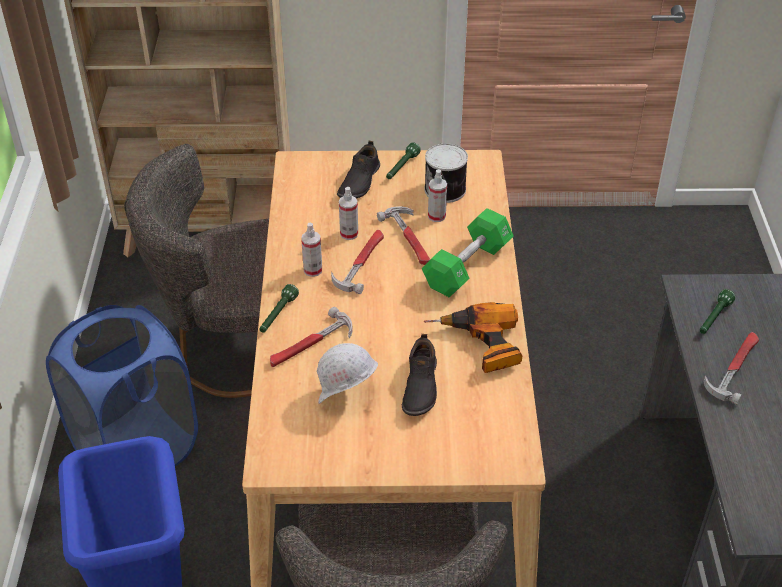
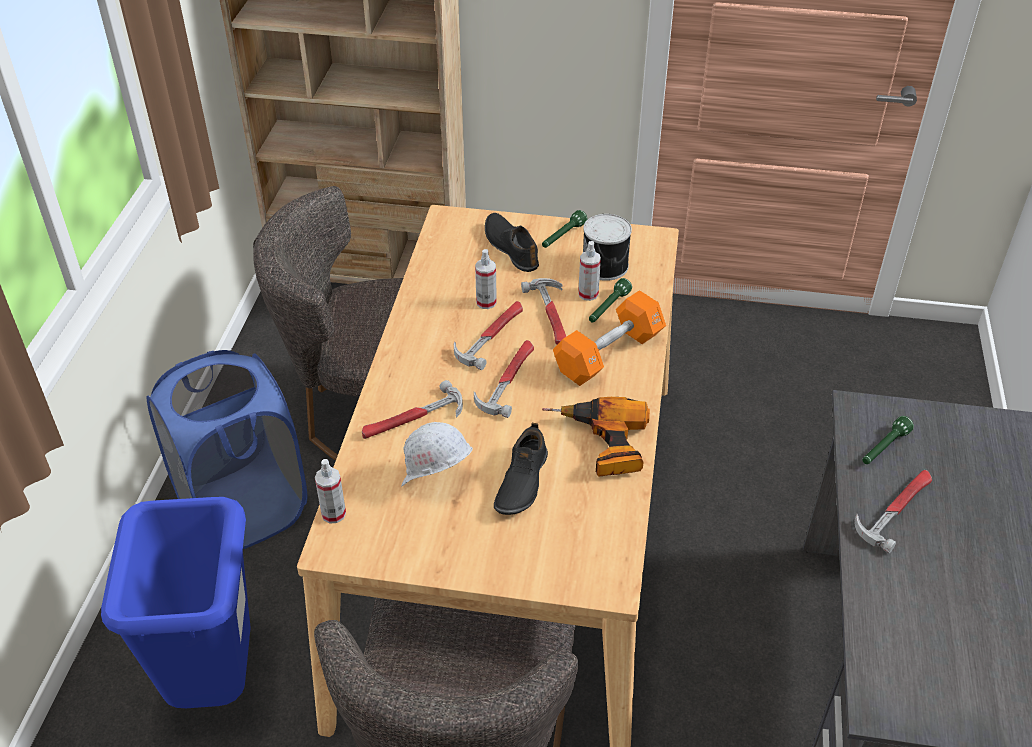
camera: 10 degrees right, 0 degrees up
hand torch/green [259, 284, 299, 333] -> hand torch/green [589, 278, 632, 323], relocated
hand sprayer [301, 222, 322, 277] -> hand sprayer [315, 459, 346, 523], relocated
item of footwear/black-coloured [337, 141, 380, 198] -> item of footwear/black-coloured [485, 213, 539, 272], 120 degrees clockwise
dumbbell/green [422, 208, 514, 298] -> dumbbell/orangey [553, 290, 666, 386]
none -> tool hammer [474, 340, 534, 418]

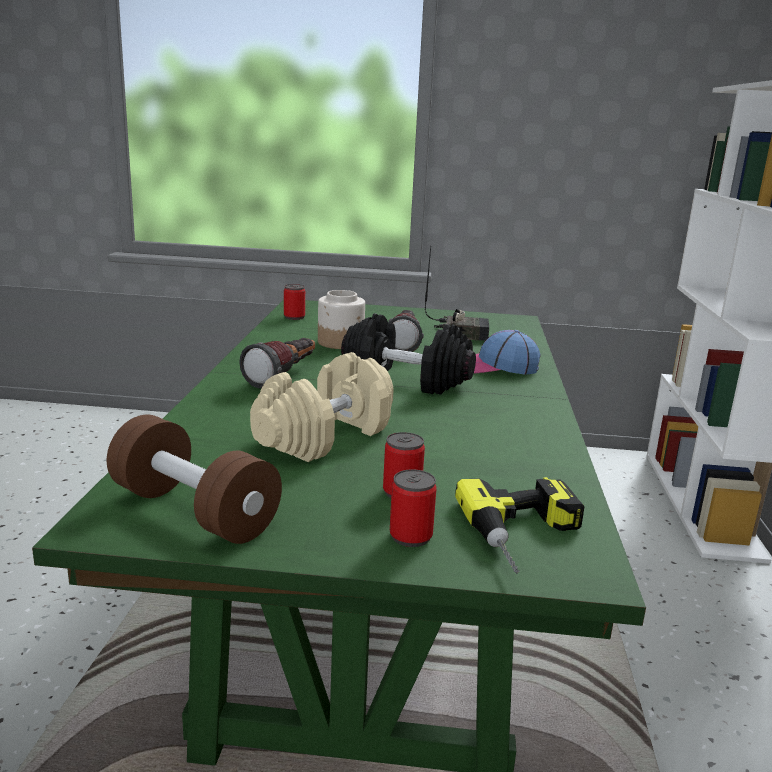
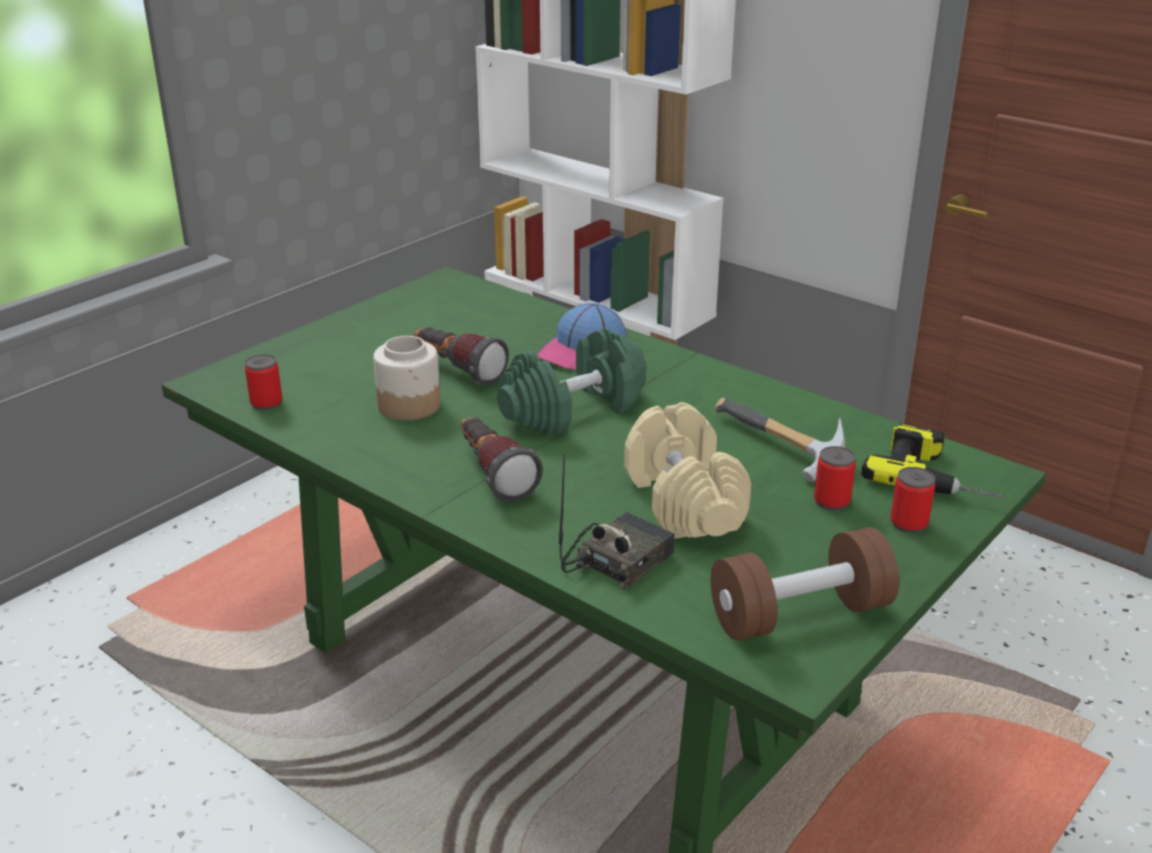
camera: 55 degrees left, 10 degrees up
dumbbell/black-coloured [341, 313, 476, 395] -> dumbbell/green [497, 328, 646, 436]
radio set [425, 247, 489, 341] -> radio set [559, 454, 675, 590], relocated
none -> tool hammer [715, 397, 845, 482]

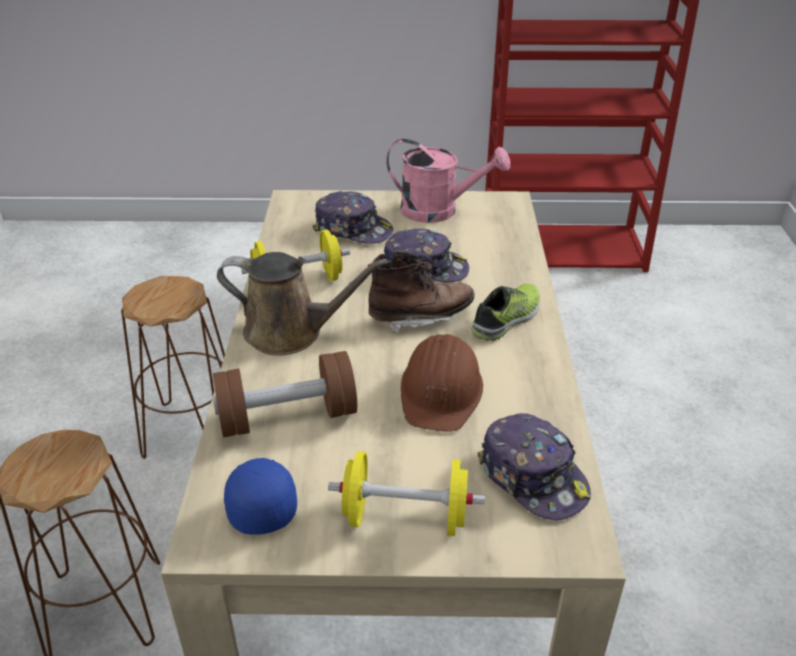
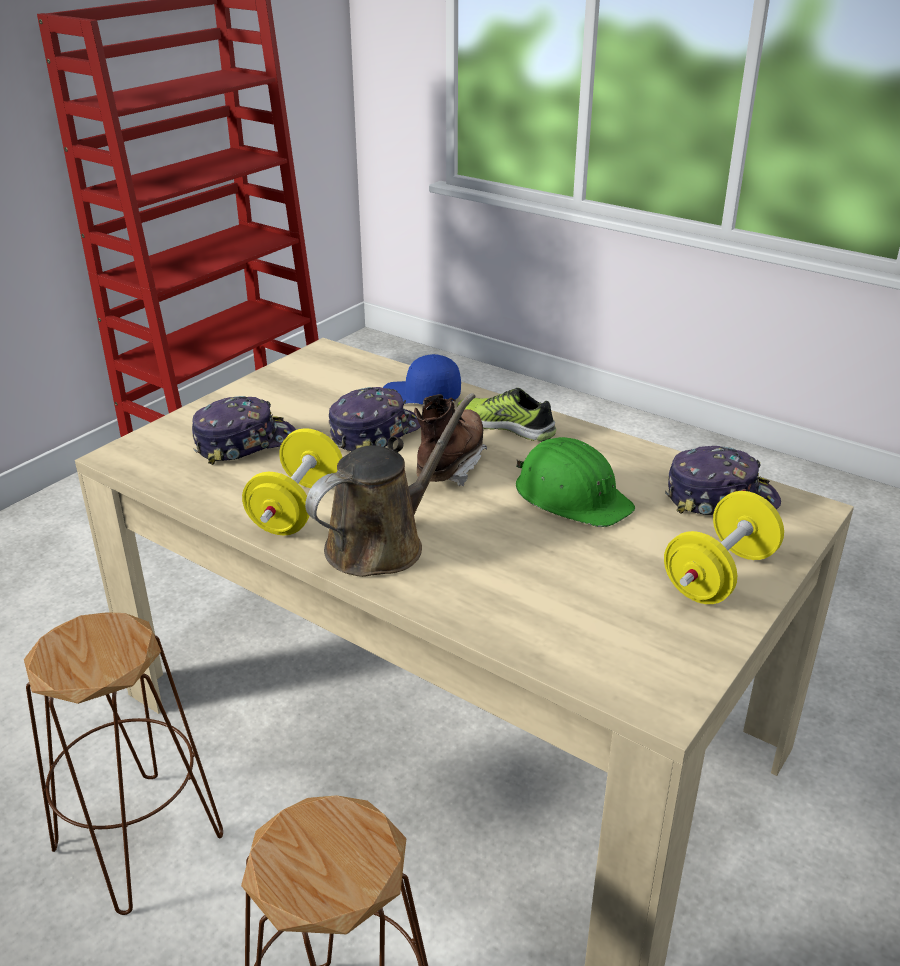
camera: 55 degrees left, 5 degrees down
dumbbell/brown [213, 351, 357, 438] -> none
peaked cap/blue-coloured [224, 458, 297, 535] -> peaked cap/blue-coloured [383, 354, 461, 405], relocated
sprinkling can/pink-coloured [386, 139, 510, 223] -> none
safety helmet/brown [401, 334, 483, 432] -> safety helmet/green [516, 437, 635, 527]
item of footwear [472, 283, 540, 341] -> item of footwear [457, 388, 556, 442], 45 degrees counterclockwise

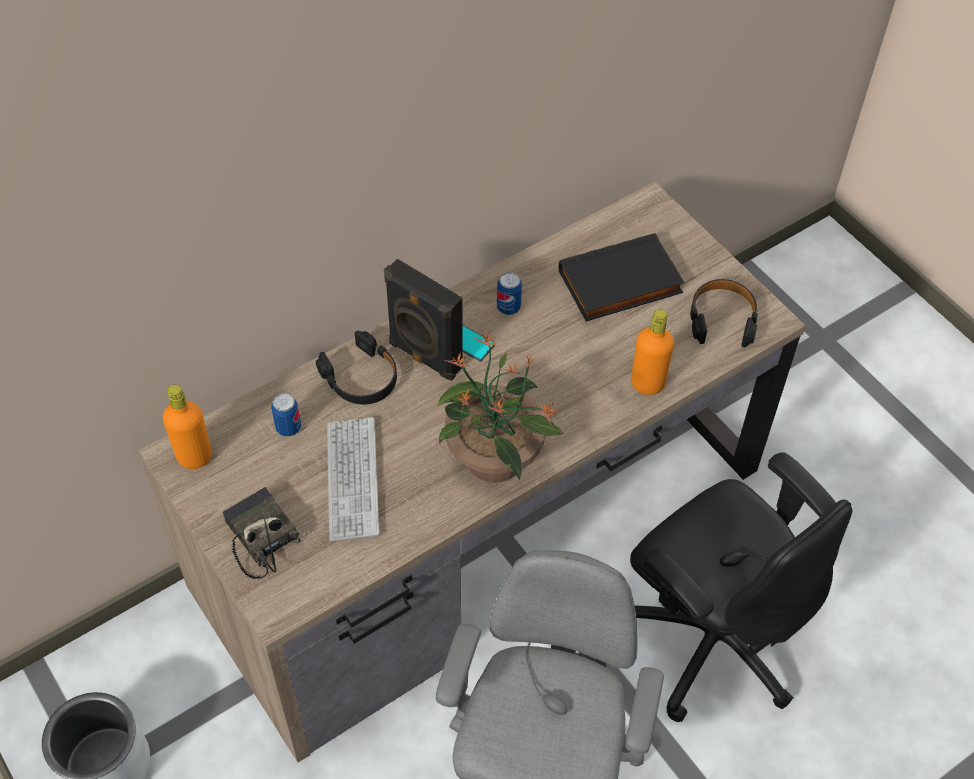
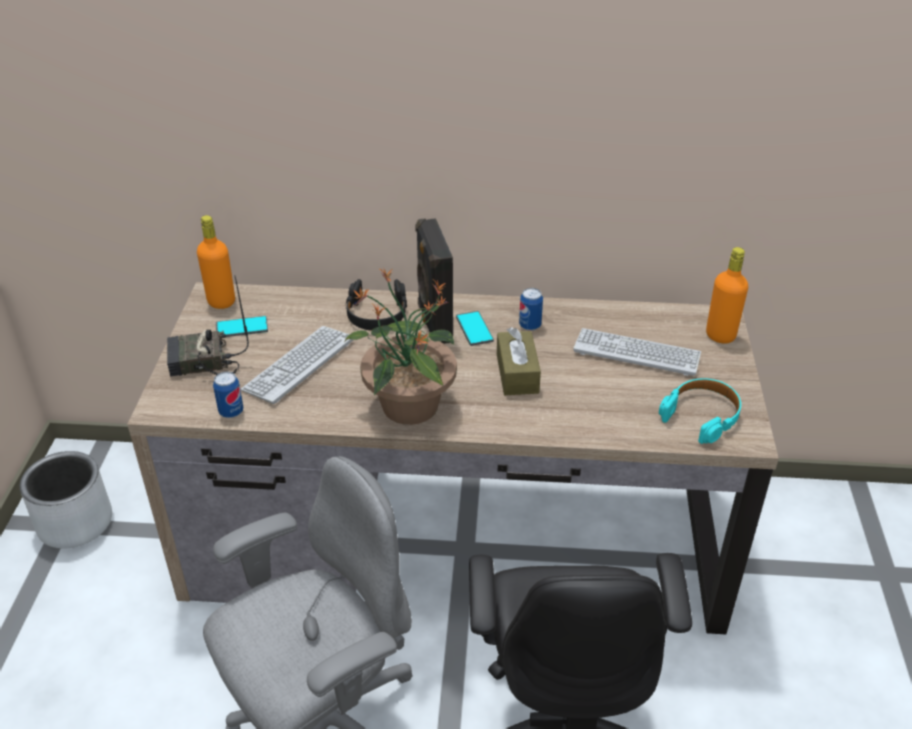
camera: 40 degrees right, 15 degrees down
radio set [223, 487, 300, 579] -> radio set [167, 275, 249, 376], 105 degrees counterclockwise
can [271, 393, 301, 436] -> can [213, 372, 243, 418], relocated
volume/black-coloured [558, 233, 685, 321] -> keyboard [573, 328, 701, 376]
bottle/orangey [631, 309, 674, 395] -> bottle/orangey [706, 247, 748, 344], relocated
headphones/black-coloured [690, 279, 758, 348] -> headphones/blue-green [659, 378, 741, 444]
none -> telephone [216, 316, 268, 337]
none -> box of tissues/brown [497, 327, 541, 395]

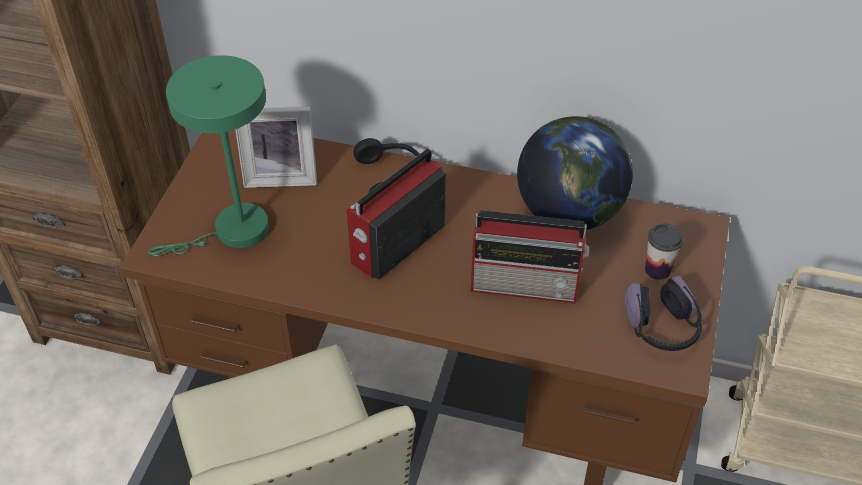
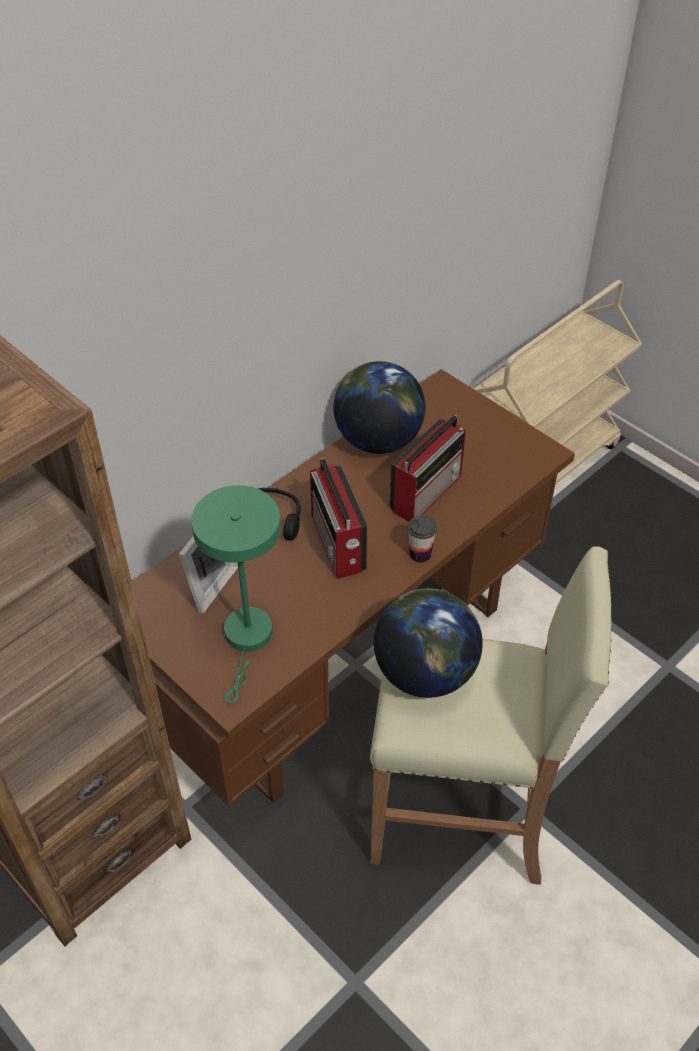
camera: 60 degrees left, 0 degrees up
headphones [624, 275, 702, 351] -> none
small cup [645, 223, 683, 280] -> small cup [408, 515, 437, 563], relocated
none -> world globe [374, 588, 483, 698]

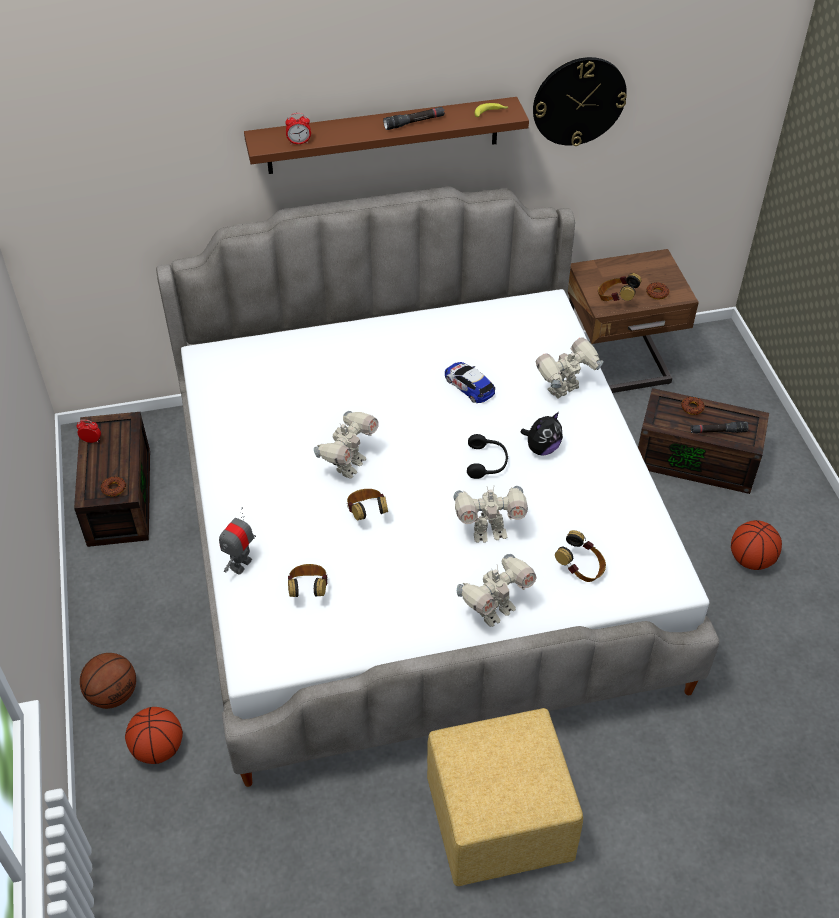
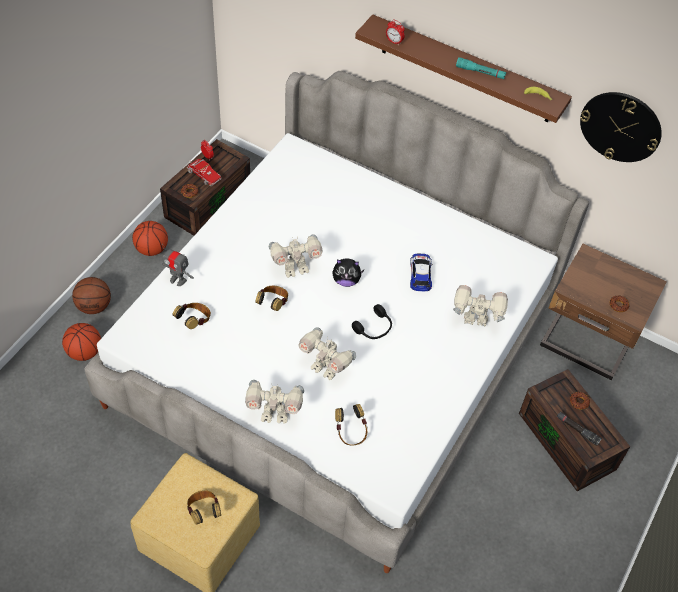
camera: 40 degrees right, 5 degrees up
robot figure [219, 507, 256, 575] -> robot figure [162, 244, 194, 286], 135 degrees counterclockwise
hand torch/black-coloured [383, 107, 445, 130] -> hand torch/blue-green [456, 57, 506, 79]
soft toy [520, 412, 563, 456] -> soft toy [332, 259, 364, 287], relocated
headphones [598, 273, 642, 301] -> headphones [187, 490, 221, 525], relocated
basketball ball [731, 520, 782, 570] -> basketball ball [132, 221, 168, 256], relocated
none -> toy truck [187, 159, 221, 186]

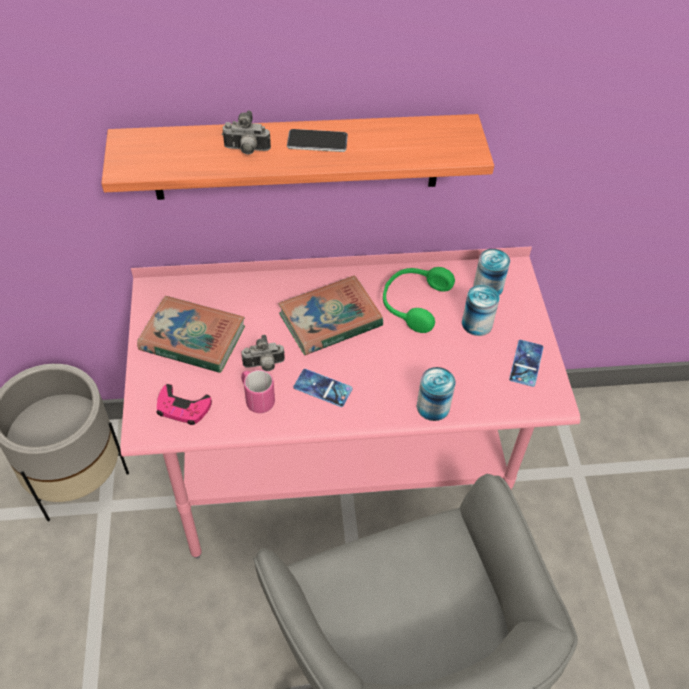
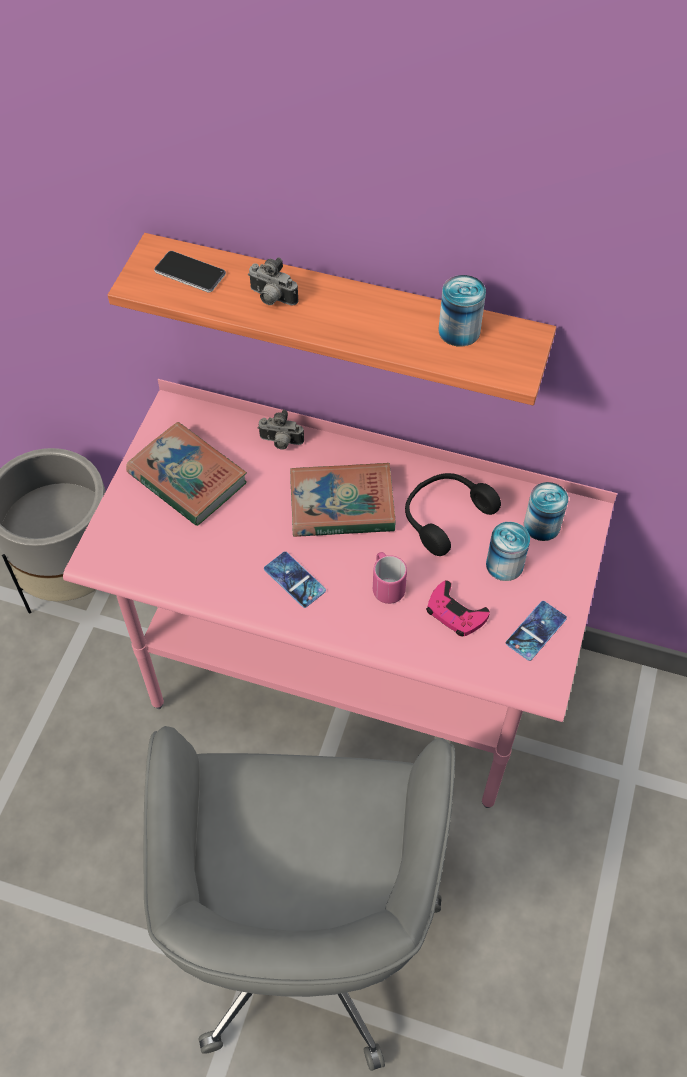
camera: 25 degrees right, 5 degrees up
joypad/pink-coloured [156, 384, 212, 425] -> joypad/pink-coloured [426, 580, 490, 636], relocated
tea mug/pink-coloured [241, 370, 275, 413] -> tea mug/pink-coloured [373, 552, 407, 604], relocated
photo camera [242, 335, 285, 371] -> photo camera [258, 410, 304, 450], relocated
telephone [287, 129, 348, 152] -> telephone [154, 251, 226, 292], relocated
headphones/green [383, 267, 455, 333] -> headphones/black-coloured [405, 473, 501, 556]
can [417, 367, 456, 421] -> can [439, 275, 486, 347], relocated

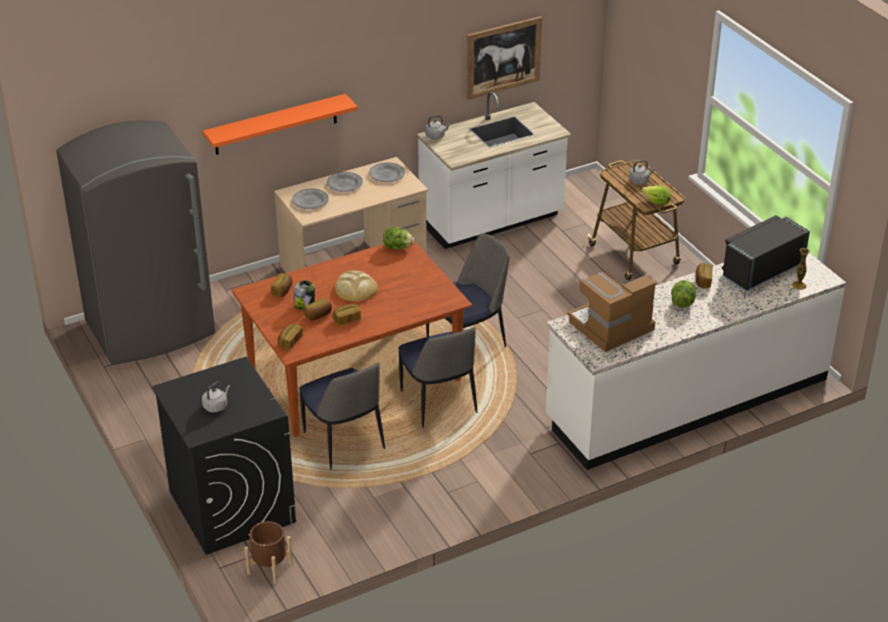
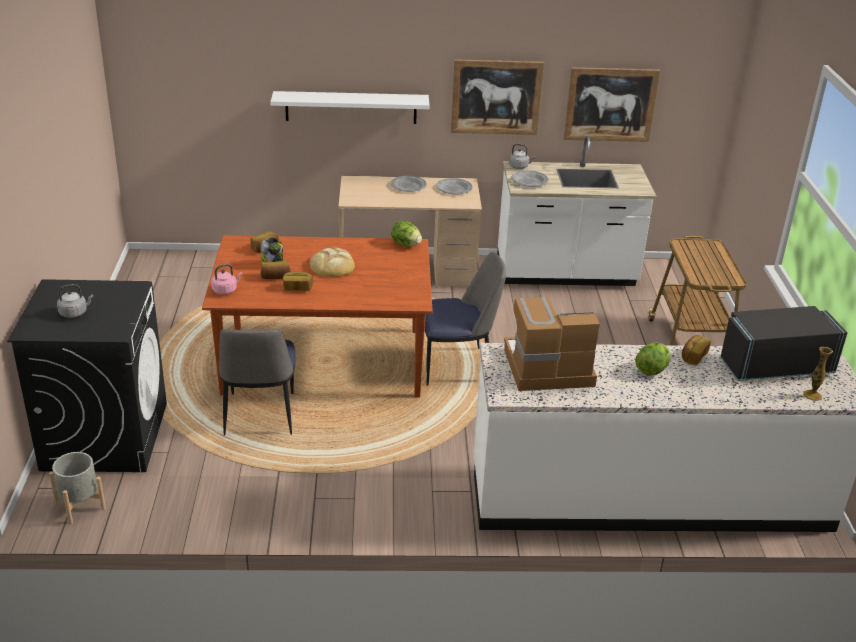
camera: 25 degrees right, 5 degrees down
fridge/greyish [56, 120, 215, 365] -> none
shelf/orangey [203, 94, 358, 155] -> shelf/white-coloured [270, 91, 430, 124]
flower pot/brown [245, 521, 293, 584] -> flower pot/greyish [49, 452, 106, 524]
bread [278, 324, 303, 350] -> water kettle/pink-coloured [211, 264, 243, 295]
plate/greyish [292, 188, 329, 209] -> plate/greyish [511, 171, 549, 187], relocated
plain chair [398, 327, 477, 428] -> none
water kettle/greyish [629, 160, 655, 185] -> none
head of lettuce [642, 185, 671, 205] -> none
none -> wall art [451, 59, 544, 135]

